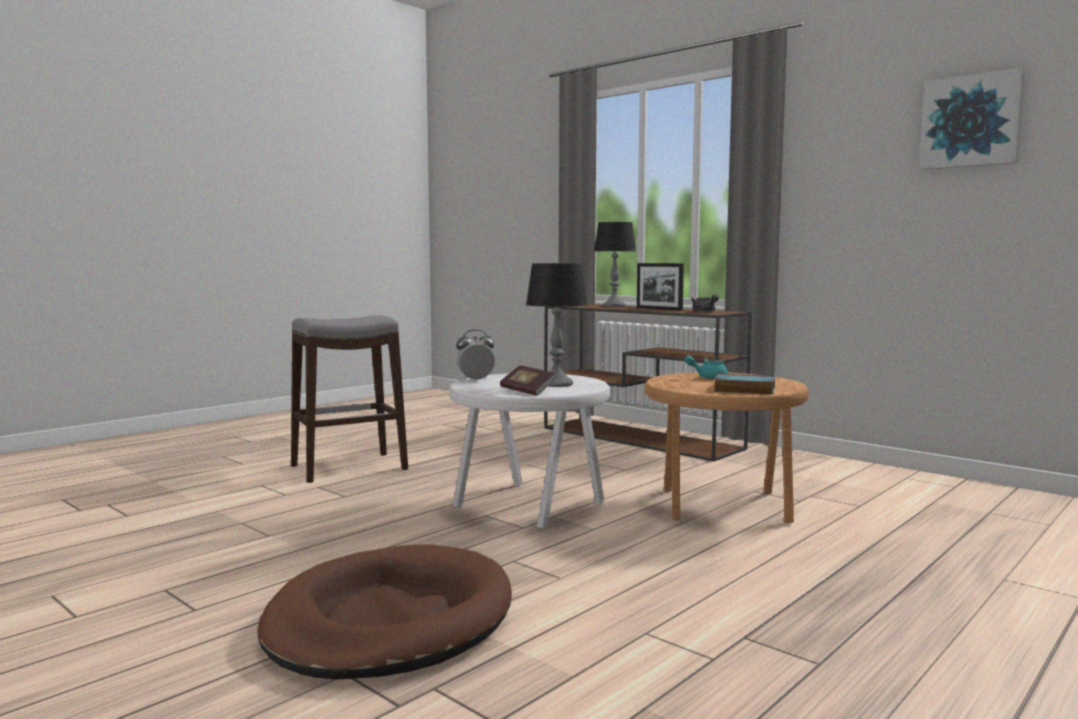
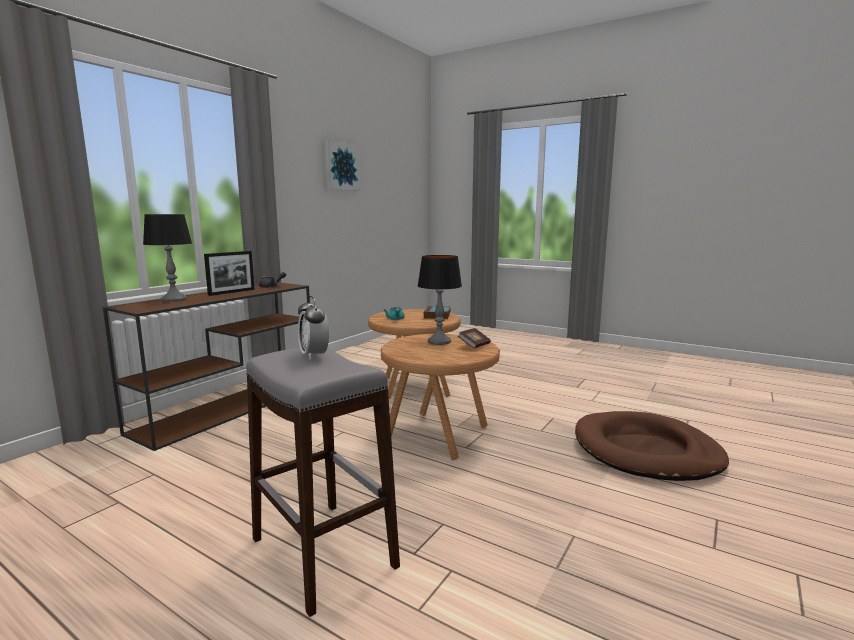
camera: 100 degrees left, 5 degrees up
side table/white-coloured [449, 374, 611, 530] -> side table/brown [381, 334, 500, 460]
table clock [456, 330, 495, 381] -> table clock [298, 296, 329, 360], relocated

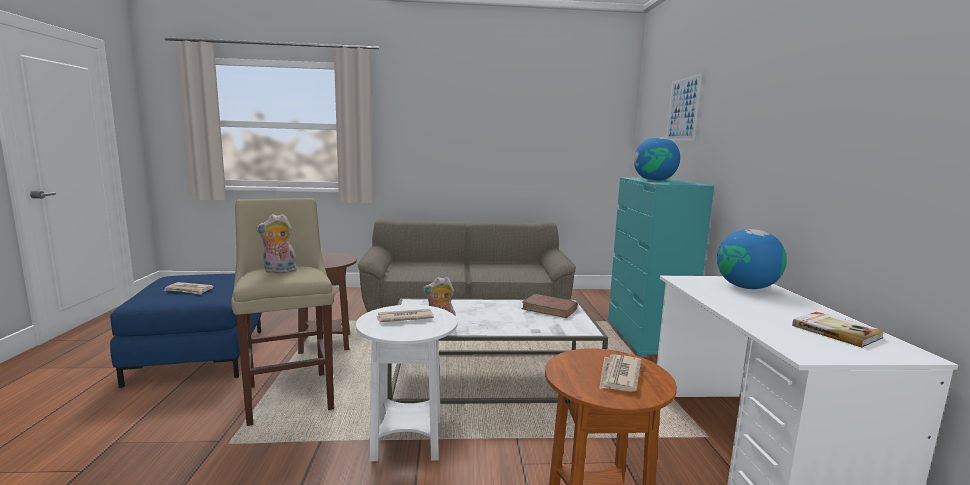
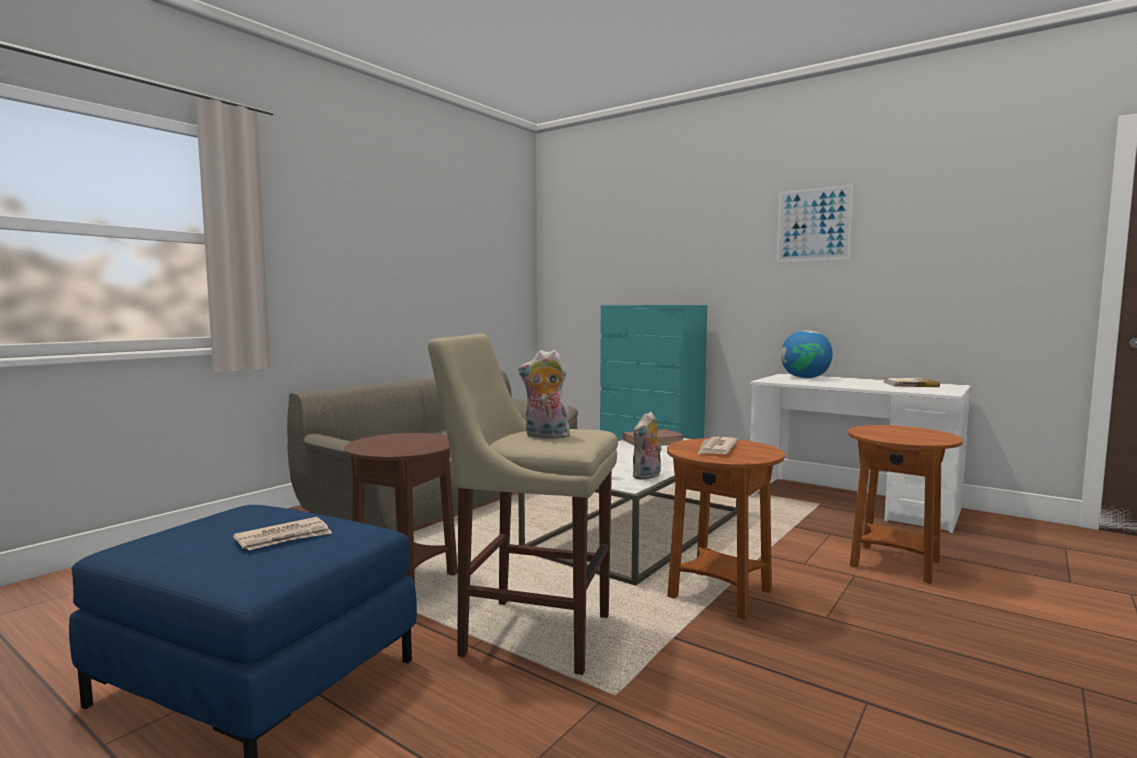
camera: 50 degrees left, 5 degrees down
soft toy [256, 214, 298, 273] -> soft toy [518, 350, 570, 439], 75 degrees clockwise
side table/white-coloured [356, 305, 458, 462] -> side table/brown [667, 438, 785, 620]
newspaper [599, 354, 642, 392] -> none
world globe [634, 137, 680, 181] -> none
wall art [666, 73, 702, 141] -> wall art [777, 184, 854, 262], relocated

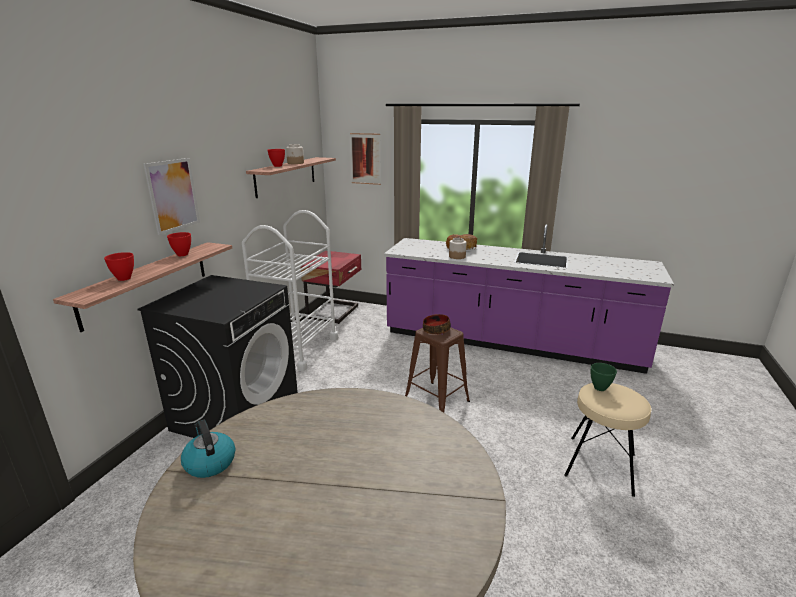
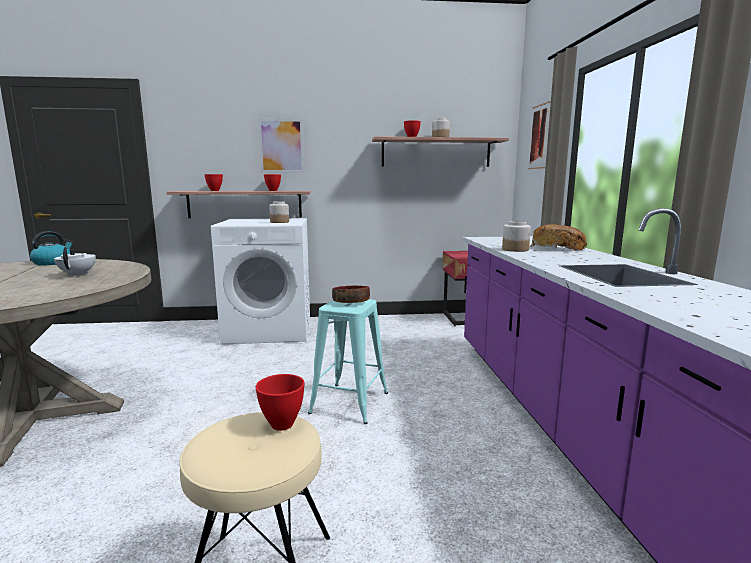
camera: 65 degrees right, 10 degrees down
washing machine/black-coloured [137, 275, 298, 438] -> washing machine/white-coloured [211, 218, 310, 344]
wheeled cart/white-coloured [242, 210, 338, 371] -> none
sitting stool/brown [405, 328, 470, 412] -> sitting stool/blue-green [308, 299, 388, 424]
serving bowl/green [591, 363, 617, 391] -> serving bowl/red-coloured [255, 374, 305, 431]
none -> teapot/white-coloured [54, 247, 96, 277]
none -> jar [269, 201, 289, 223]

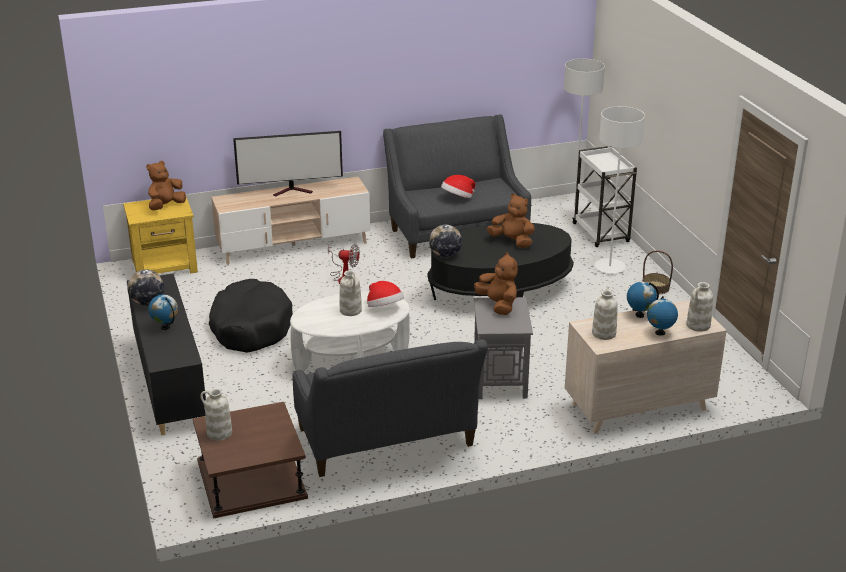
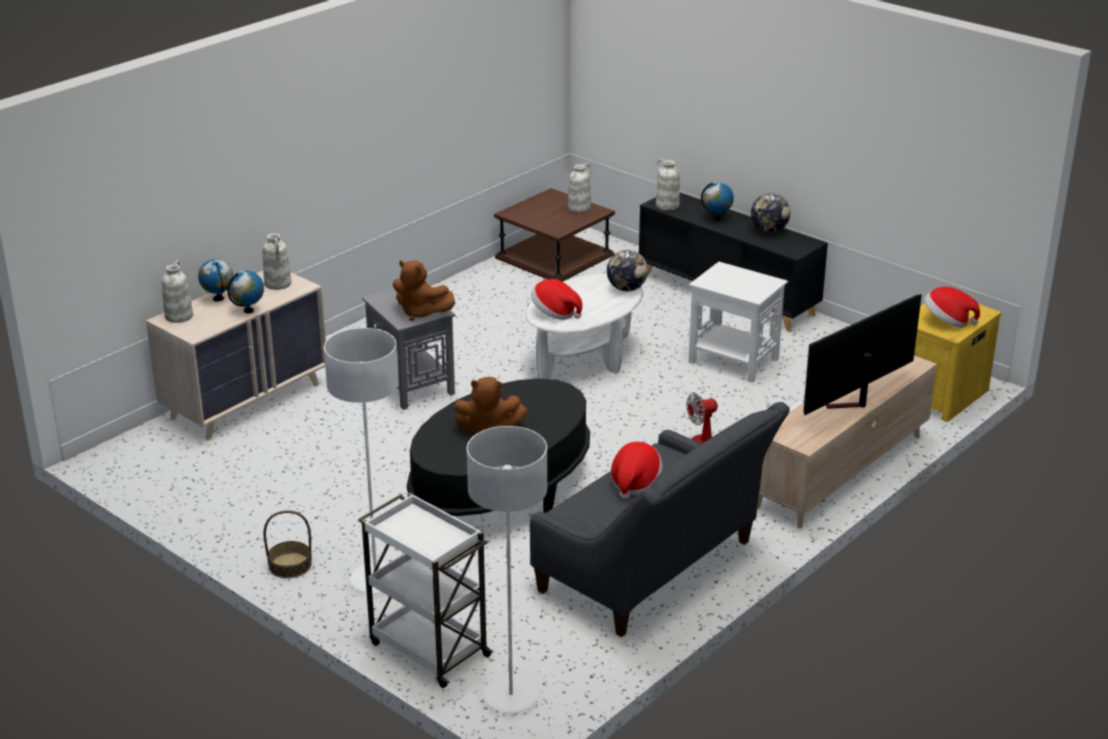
camera: 150 degrees right, 0 degrees up
soft toy/brown [146, 161, 186, 210] -> hat [924, 287, 980, 328]
dog bed/black-coloured [209, 279, 293, 353] -> side table/white-coloured [689, 262, 788, 383]
sofa/greyish [293, 340, 488, 477] -> none
decorative vase/white-coloured [340, 270, 362, 316] -> decorative vase/white-coloured [656, 159, 680, 210], relocated
world globe [429, 224, 462, 258] -> world globe [607, 250, 648, 291], relocated

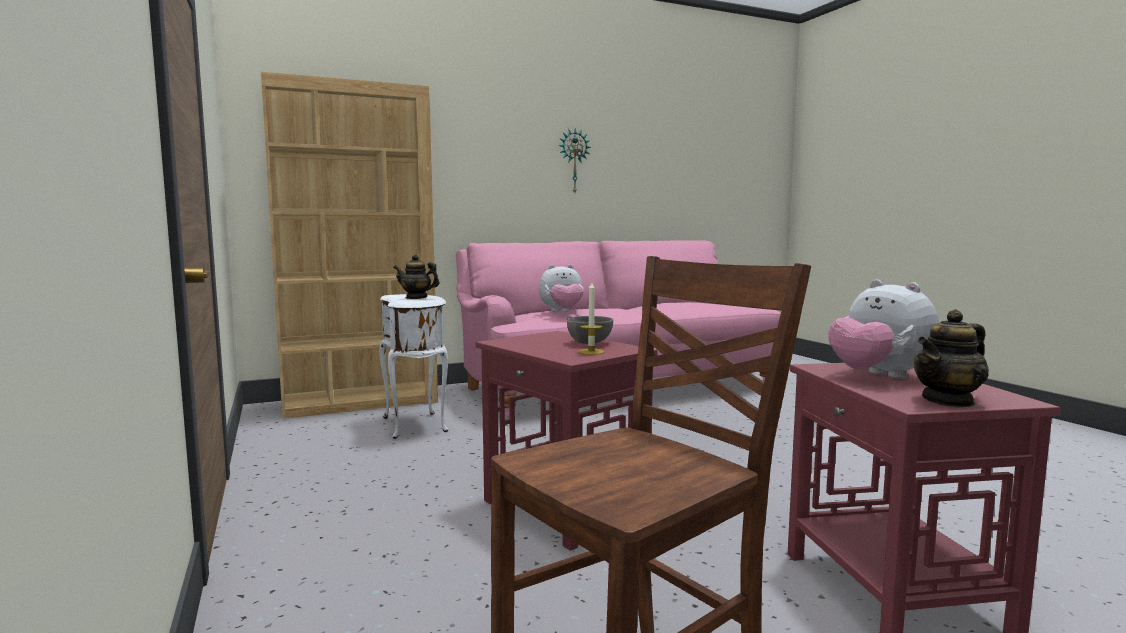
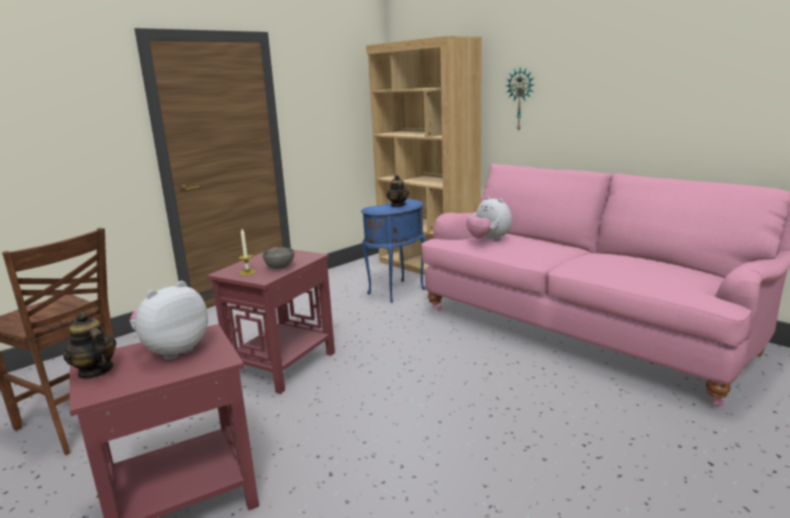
camera: 70 degrees right, 10 degrees up
side table/white-coloured [379, 294, 448, 439] -> side table/blue-coloured [361, 199, 426, 303]
clock on the wall [558, 128, 591, 192] -> clock on the wall [506, 67, 534, 132], relocated

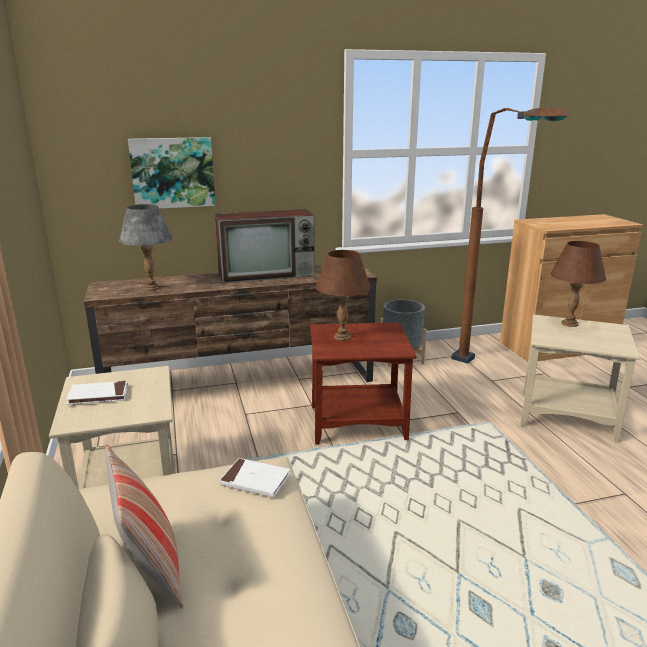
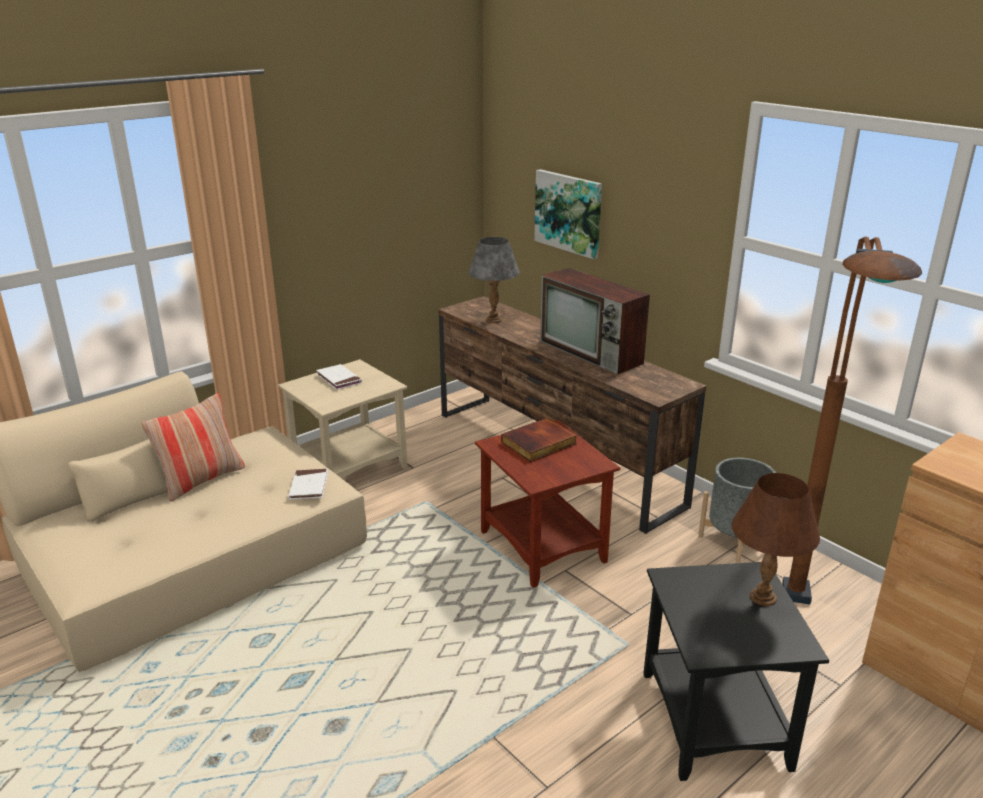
camera: 65 degrees right, 5 degrees up
lamp for a table/brown [316, 250, 371, 341] -> volume [501, 418, 577, 462]
side table/beige [520, 314, 640, 443] -> side table/black-coloured [644, 562, 829, 781]

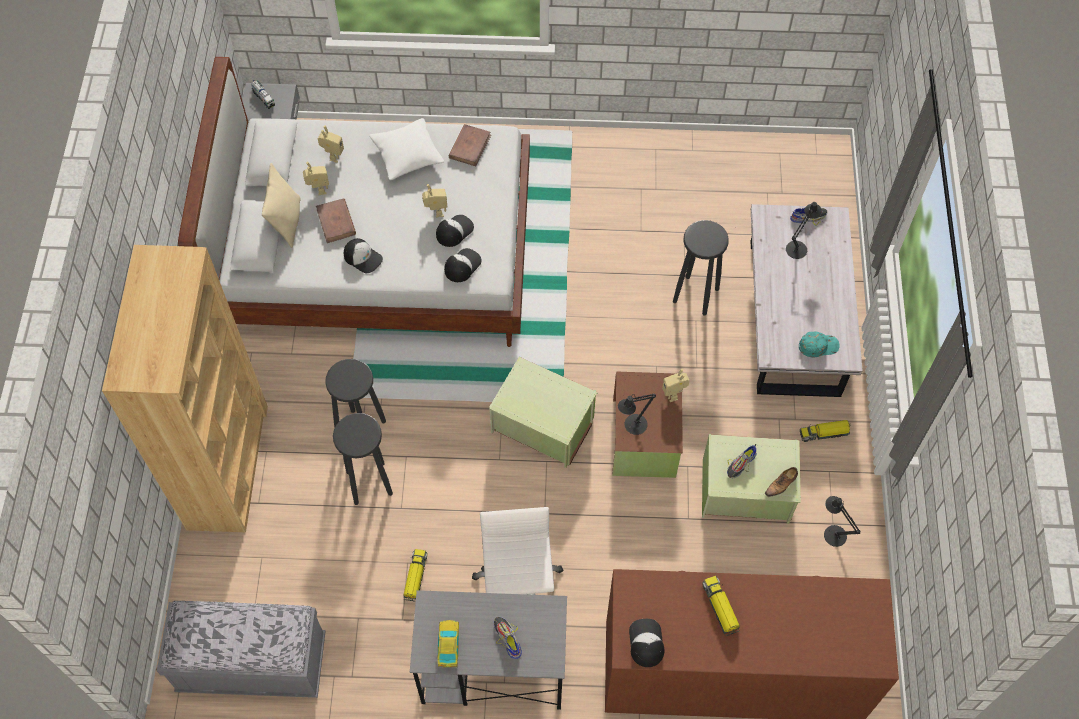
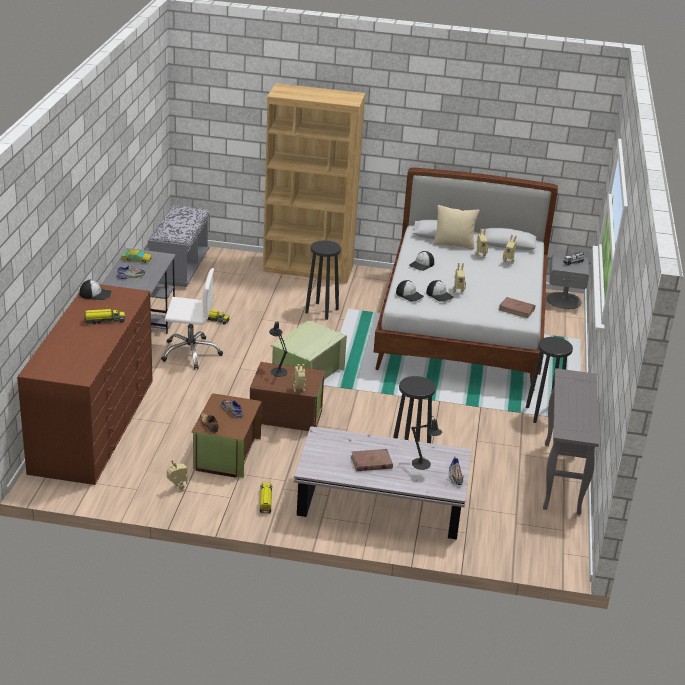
camera: 95 degrees right, 30 degrees down
volume/brown [316, 198, 356, 243] -> volume/brown [350, 449, 393, 471], relocated
sitting stool/black-coloured [333, 413, 393, 505] -> sitting stool/black-coloured [526, 337, 573, 423], relocated
cushion/white-coloured [369, 118, 444, 180] -> none
storage box/green [702, 434, 801, 524] -> storage box/brown [191, 393, 262, 478]
peaked cap/blue-green [799, 331, 840, 357] -> none
lamp for a table/black-coloured [824, 496, 861, 547] -> robot figure [167, 459, 188, 492]
none -> hall table/greyish [543, 368, 599, 515]

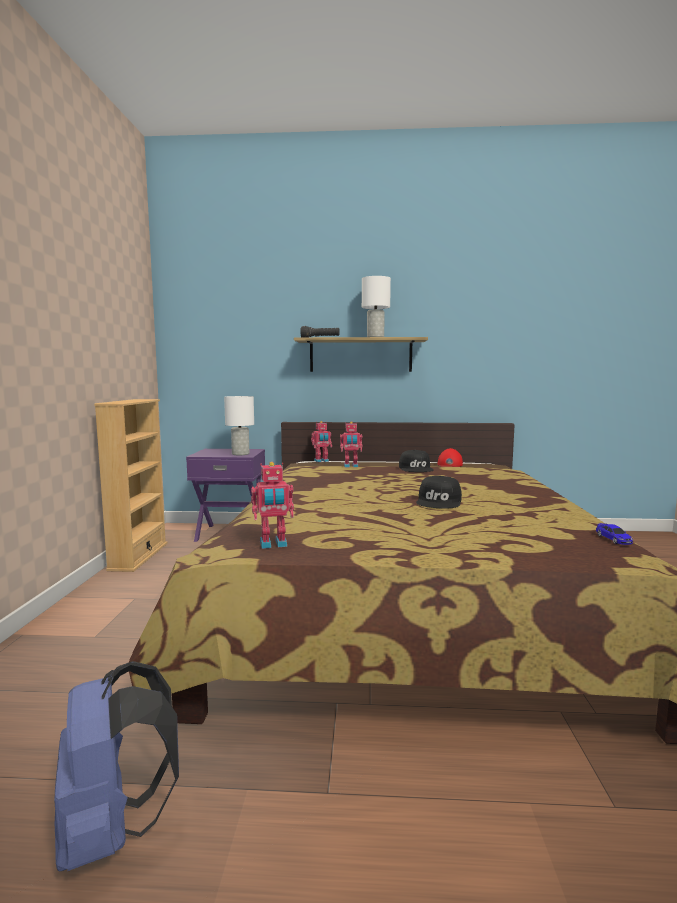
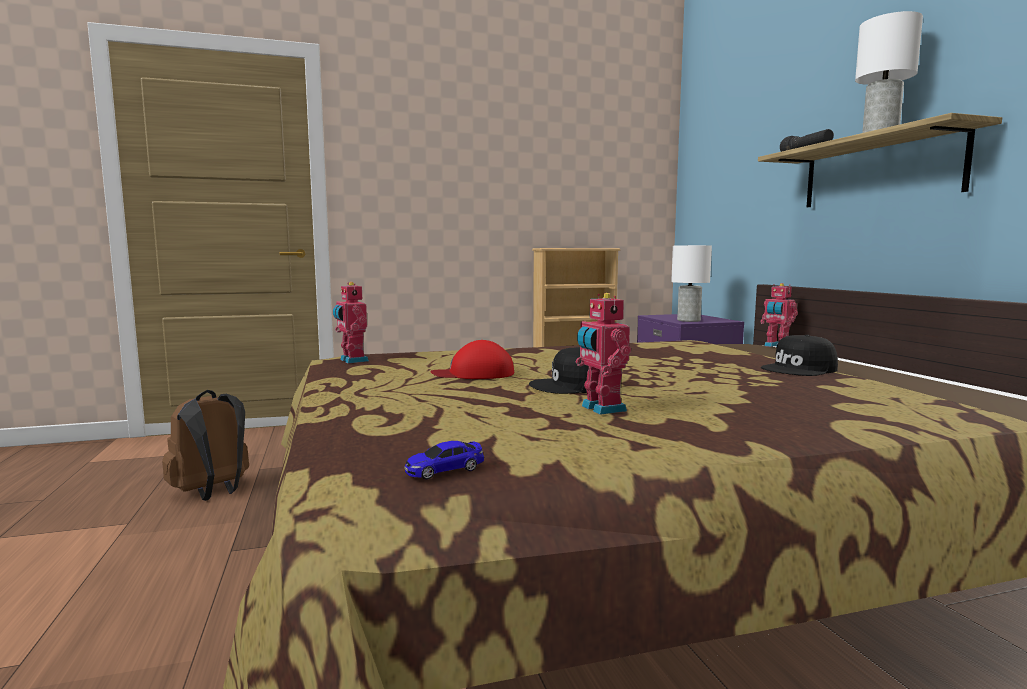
camera: 70 degrees right, 0 degrees up
rucksack/blue-coloured [54, 661, 179, 871] -> rucksack/brown [162, 390, 249, 501]
robot figure [340, 421, 363, 467] -> robot figure [576, 293, 631, 415], relocated
peaked cap/red-coloured [437, 448, 463, 467] -> peaked cap/red-coloured [430, 340, 514, 379], relocated

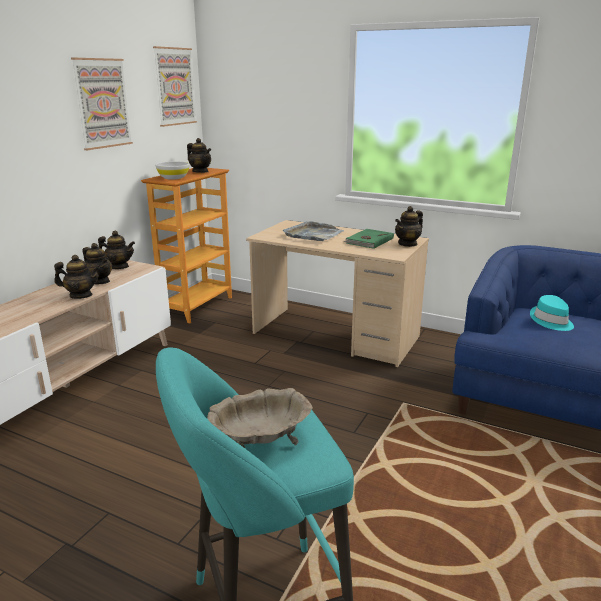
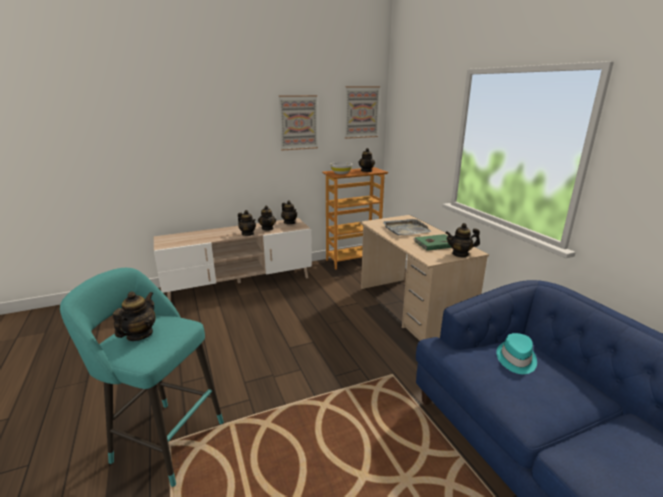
camera: 40 degrees right, 0 degrees up
serving bowl/beige [207, 388, 313, 448] -> teapot [113, 291, 155, 341]

